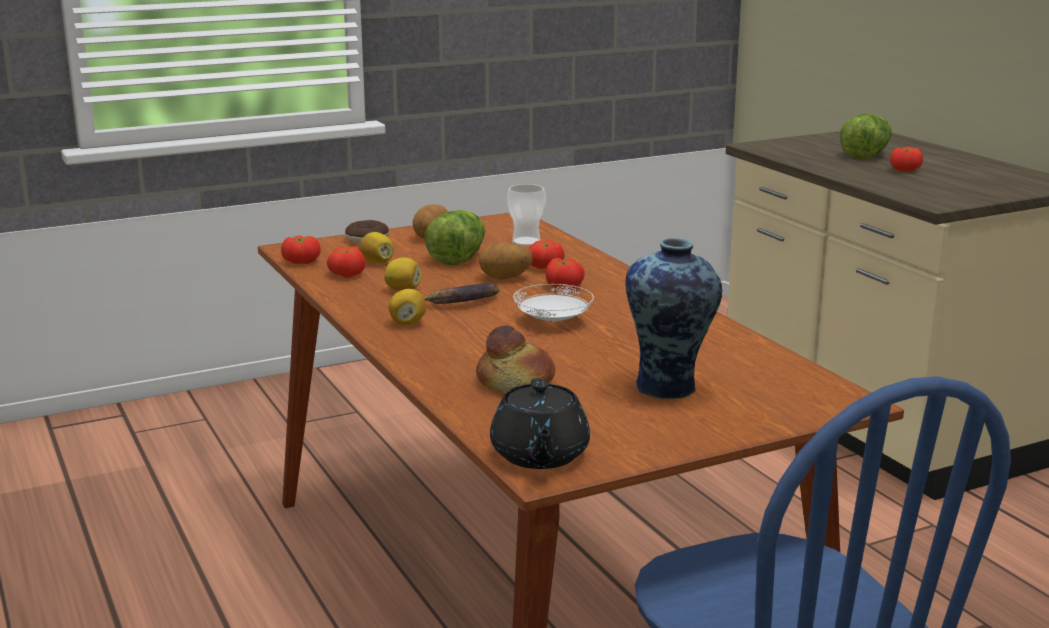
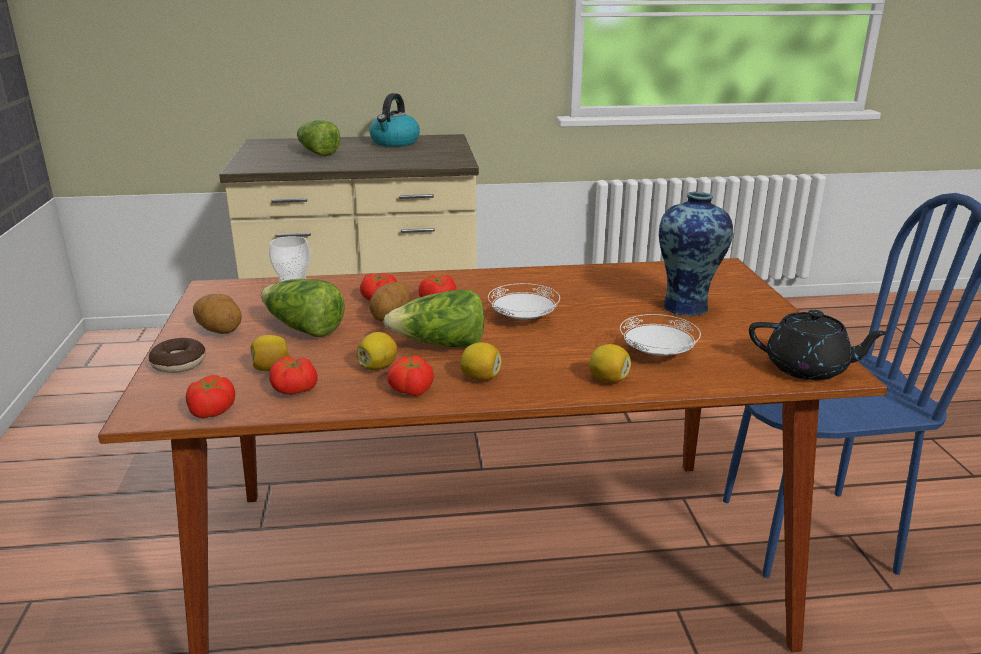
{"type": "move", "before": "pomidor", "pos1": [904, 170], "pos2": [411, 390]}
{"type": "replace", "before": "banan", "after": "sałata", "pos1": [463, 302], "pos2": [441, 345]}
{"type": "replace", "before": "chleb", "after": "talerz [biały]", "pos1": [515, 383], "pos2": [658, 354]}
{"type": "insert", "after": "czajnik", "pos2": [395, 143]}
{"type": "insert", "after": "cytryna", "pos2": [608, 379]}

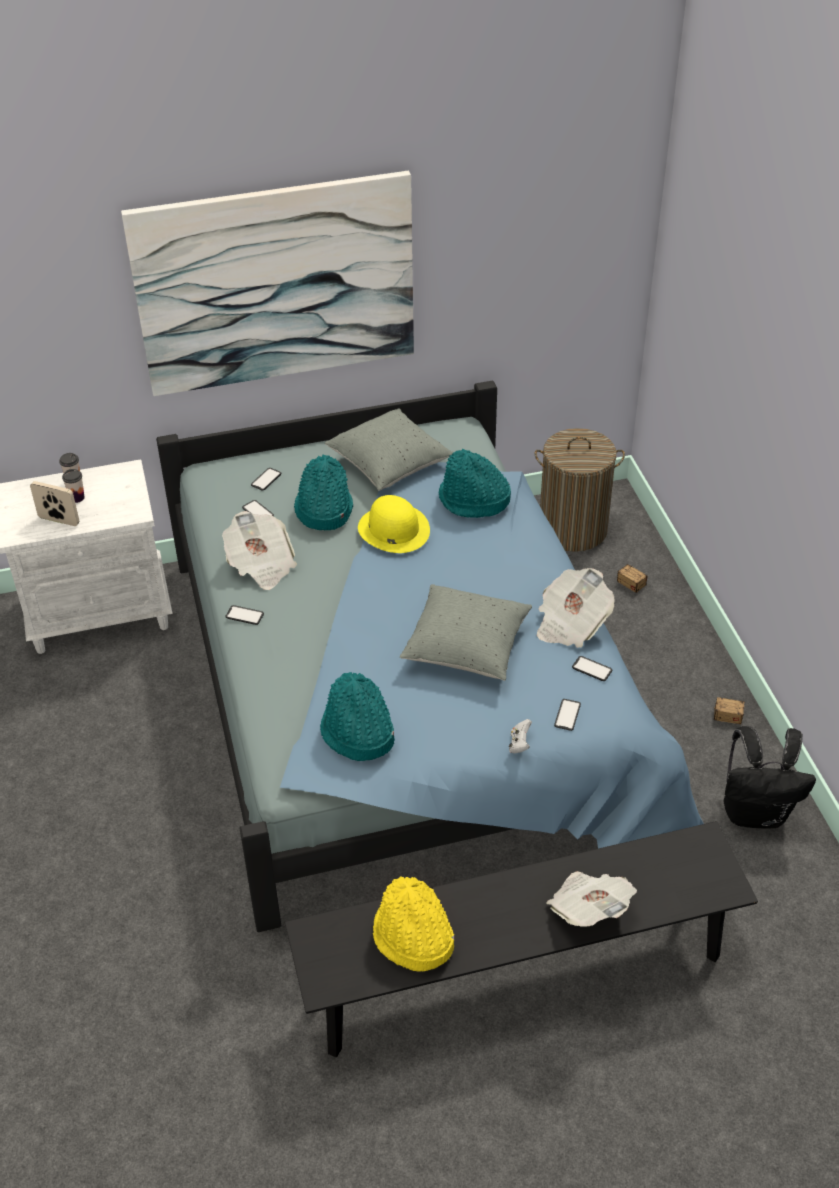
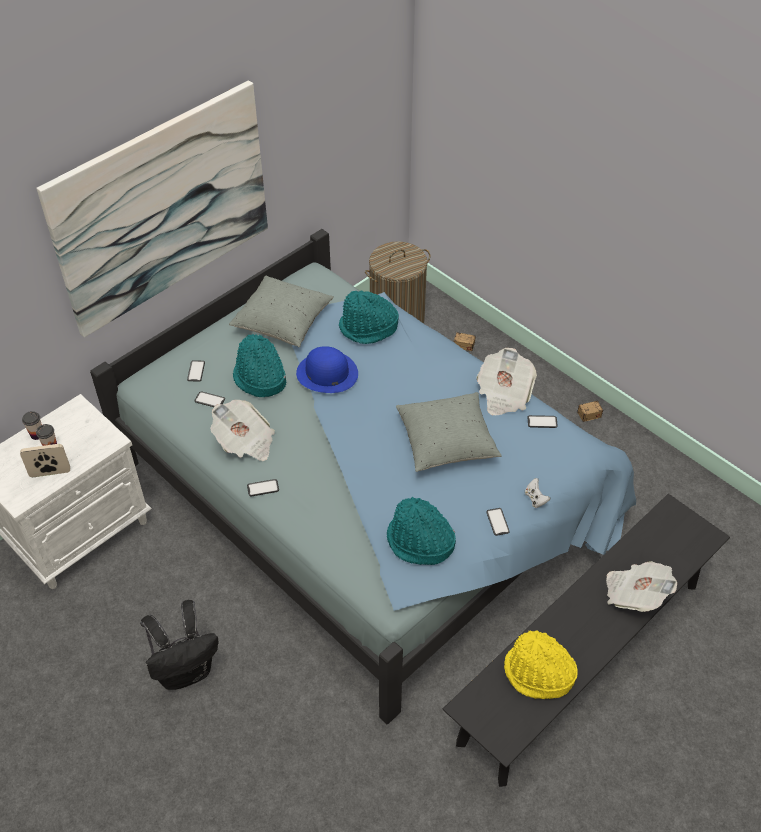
{"type": "recolor", "before": "kapelusz [żółty]", "after": "kapelusz [niebieski]", "pos1": [393, 529], "pos2": [327, 373]}
{"type": "move", "before": "telefon", "pos1": [567, 715], "pos2": [497, 522]}
{"type": "move", "before": "plecak [czarny]", "pos1": [756, 812], "pos2": [186, 670]}

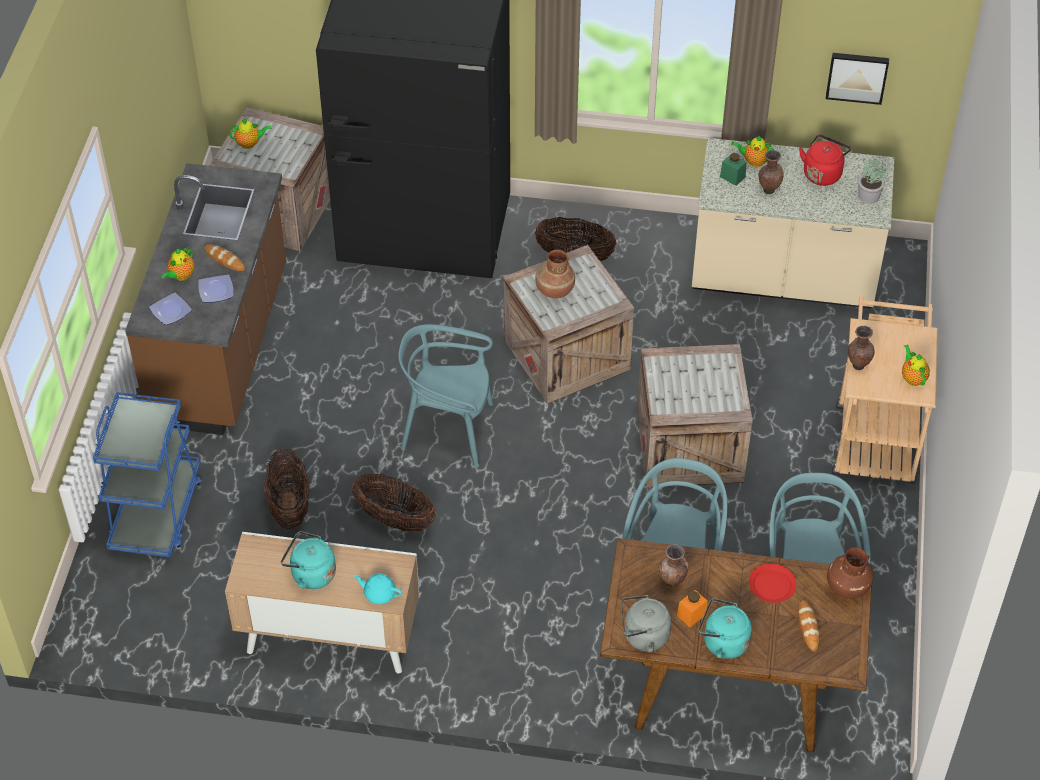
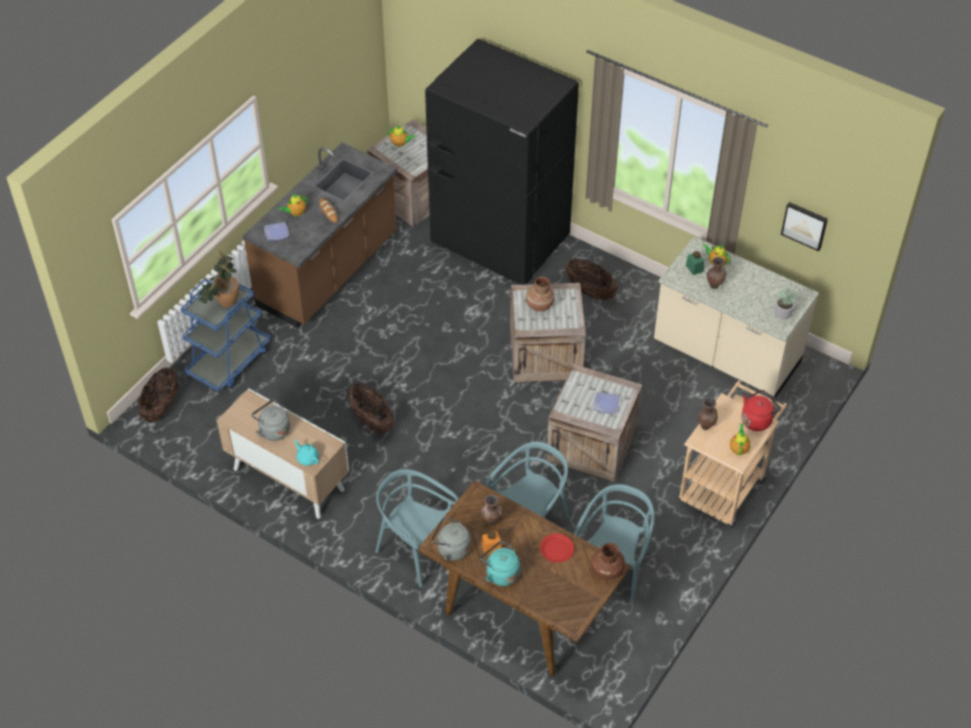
{"type": "move", "before": "czajnik [czerwony]", "pos1": [822, 173], "pos2": [757, 420]}
{"type": "move", "before": "talerz", "pos1": [215, 291], "pos2": [605, 404]}
{"type": "move", "before": "krzesło [turkusowy]", "pos1": [448, 430], "pos2": [416, 550]}
{"type": "move", "before": "koszyk", "pos1": [289, 506], "pos2": [161, 407]}
{"type": "recolor", "before": "czajnik [turkusowy]", "after": "czajnik [szary]", "pos1": [310, 574], "pos2": [273, 430]}
{"type": "delete", "before": "chleb", "pos1": [808, 627]}
{"type": "insert", "after": "roślina doniczkowa", "pos2": [224, 303]}

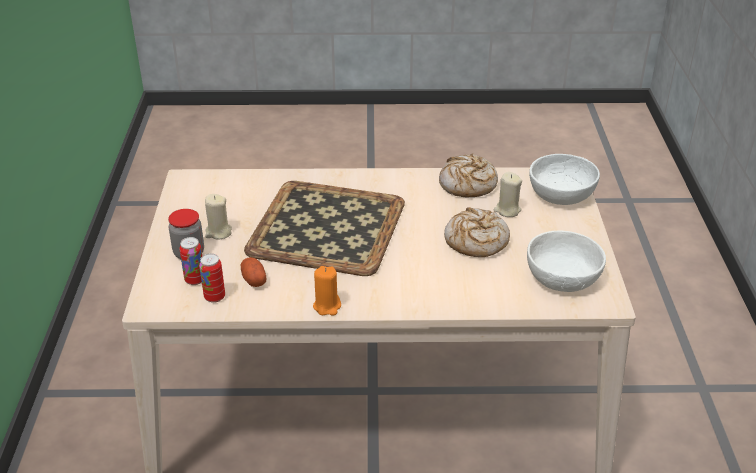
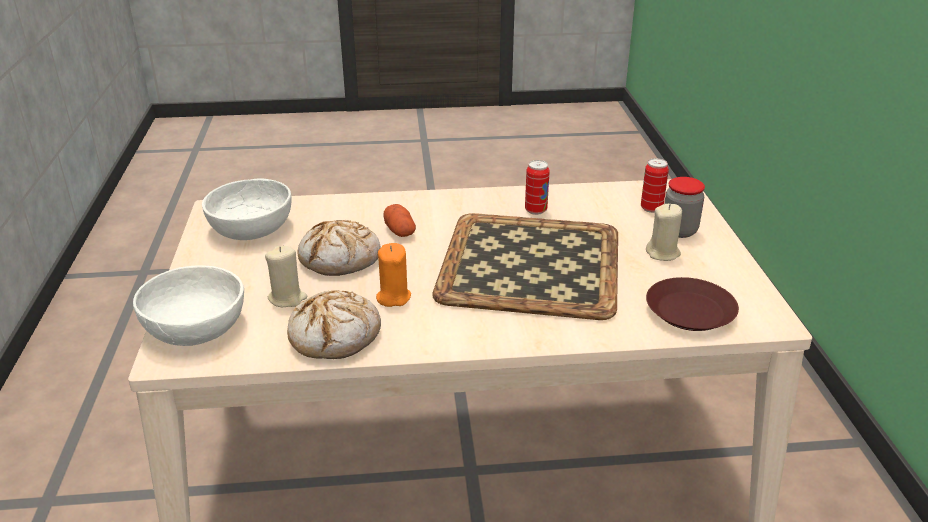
{"type": "move", "before": "puszka", "pos1": [214, 297], "pos2": [535, 210]}
{"type": "move", "before": "ziemniak", "pos1": [253, 279], "pos2": [400, 231]}
{"type": "move", "before": "świeca [pomarańczowy]", "pos1": [327, 306], "pos2": [393, 297]}
{"type": "insert", "after": "talerz [brązowy]", "pos2": [690, 311]}

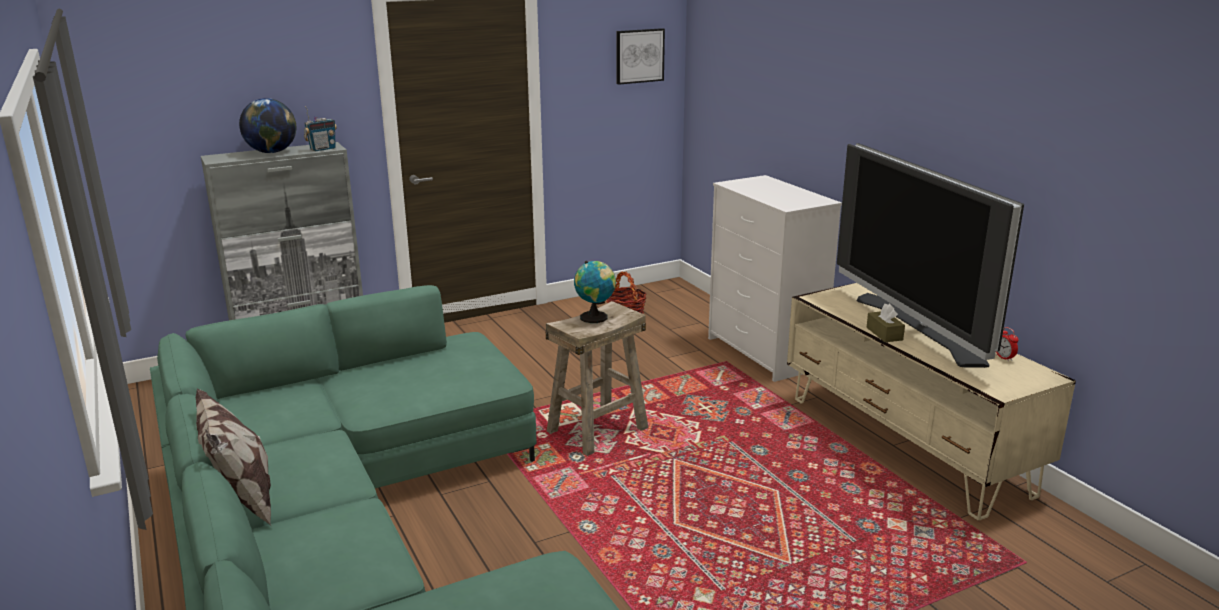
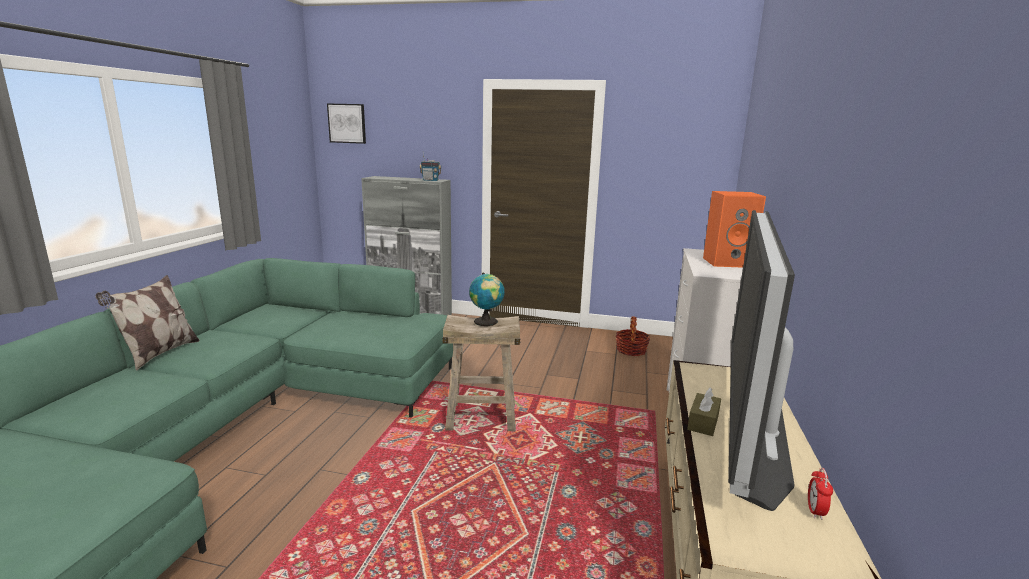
{"type": "move", "before": "obraz", "pos1": [639, 56], "pos2": [347, 123]}
{"type": "delete", "before": "globus", "pos1": [272, 152]}
{"type": "insert", "after": "głośnik [pomarańczowy]", "pos2": [728, 262]}

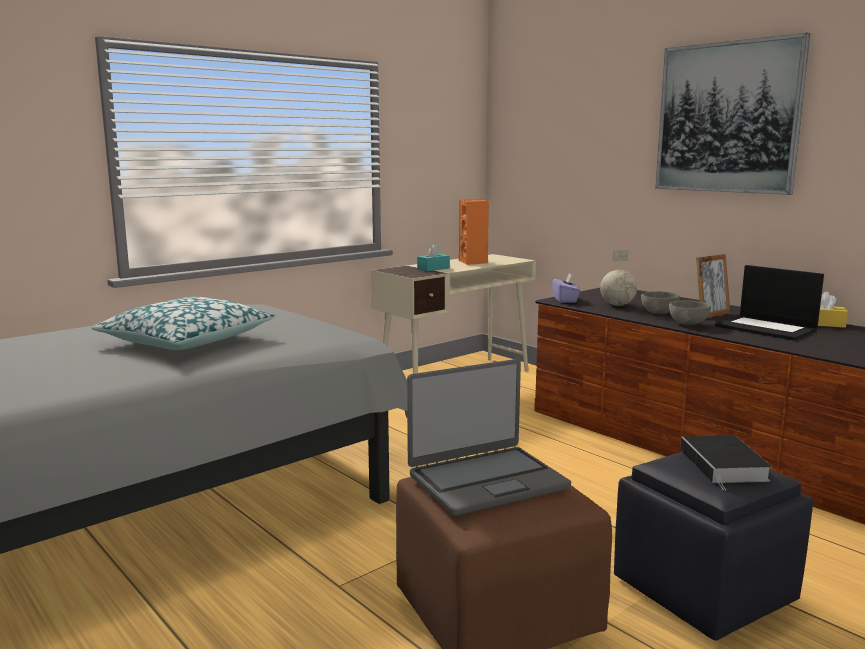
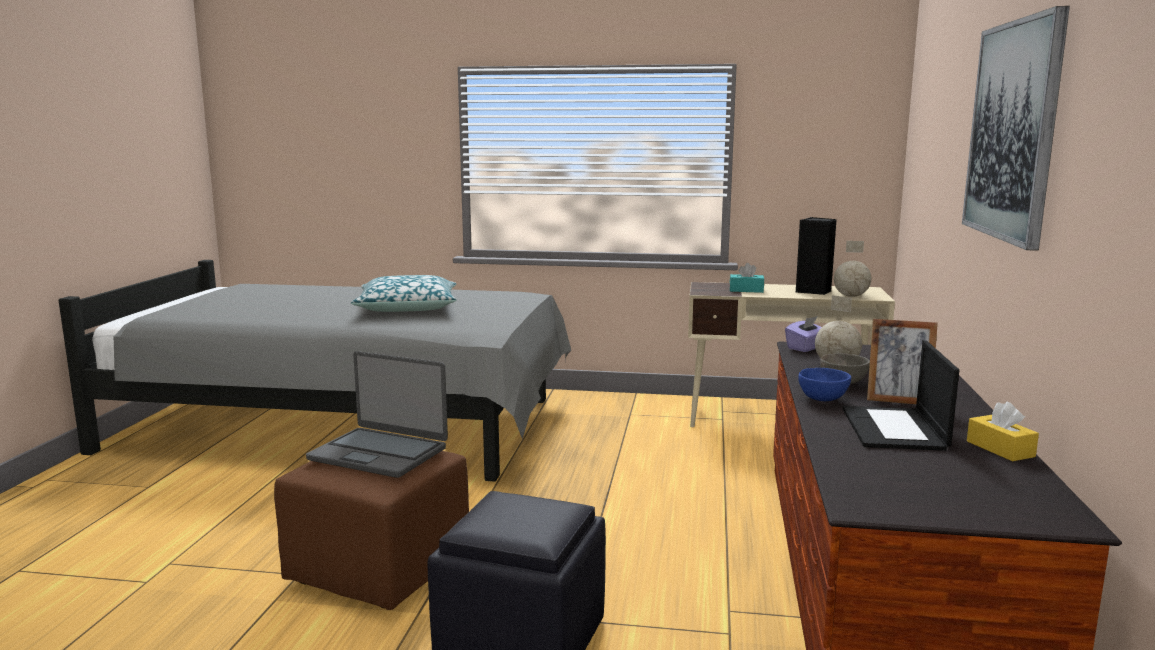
{"type": "recolor", "before": "głośnik [pomarańczowy]", "after": "głośnik [czarny]", "pos1": [473, 262], "pos2": [813, 291]}
{"type": "recolor", "before": "miska [szary]", "after": "miska [niebieski]", "pos1": [687, 324], "pos2": [822, 399]}
{"type": "delete", "before": "książka", "pos1": [725, 466]}
{"type": "insert", "after": "globus", "pos2": [850, 296]}

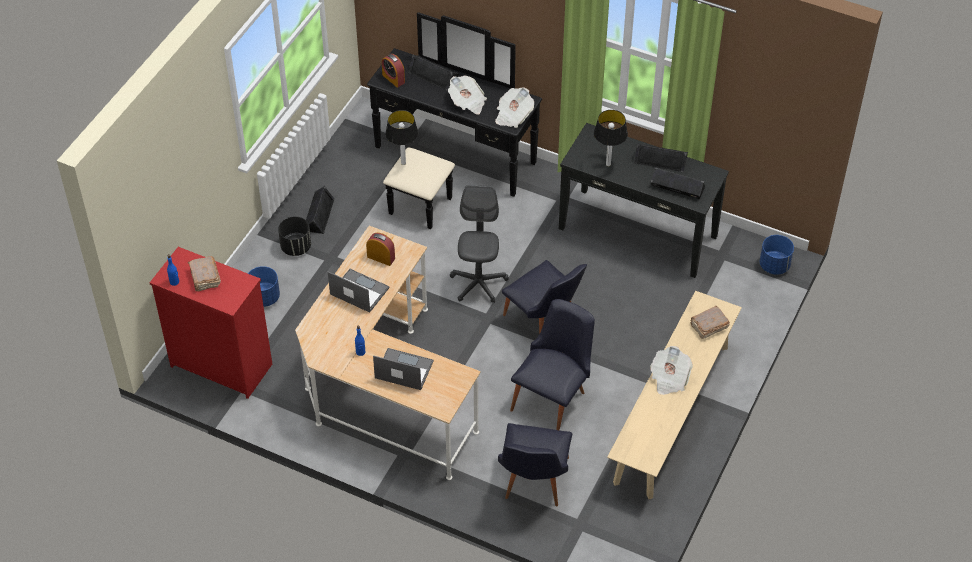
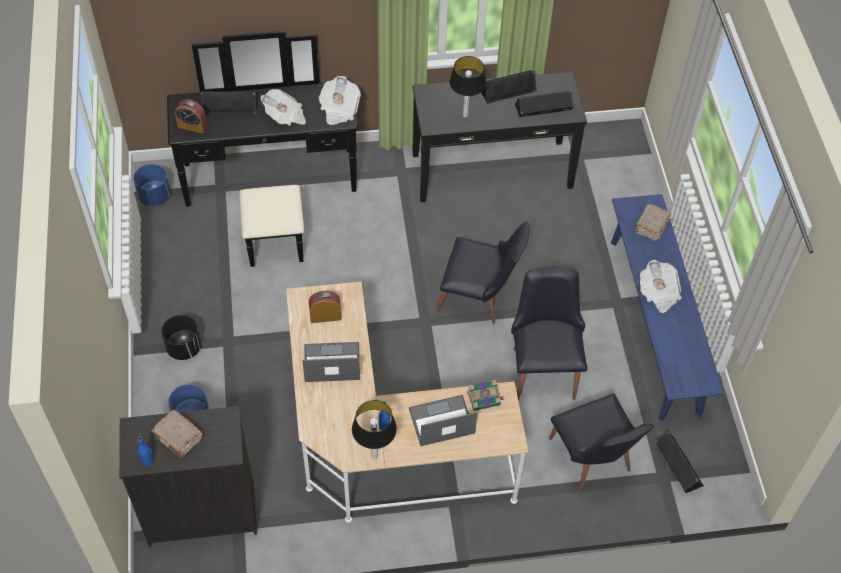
{"type": "move", "before": "lampa stołowa", "pos1": [403, 163], "pos2": [374, 456]}
{"type": "delete", "before": "krzesło biurowe [szary]", "pos1": [478, 283]}
{"type": "move", "before": "głośnik [czarny]", "pos1": [318, 214], "pos2": [677, 466]}
{"type": "move", "before": "donica [niebieski]", "pos1": [774, 265], "pos2": [154, 196]}
{"type": "recolor", "before": "komoda [czerwony]", "after": "komoda [czarny]", "pos1": [221, 364], "pos2": [200, 513]}
{"type": "recolor", "before": "ławka [beżowy]", "after": "ławka [niebieski]", "pos1": [672, 413], "pos2": [654, 324]}
{"type": "insert", "after": "książka", "pos2": [484, 398]}

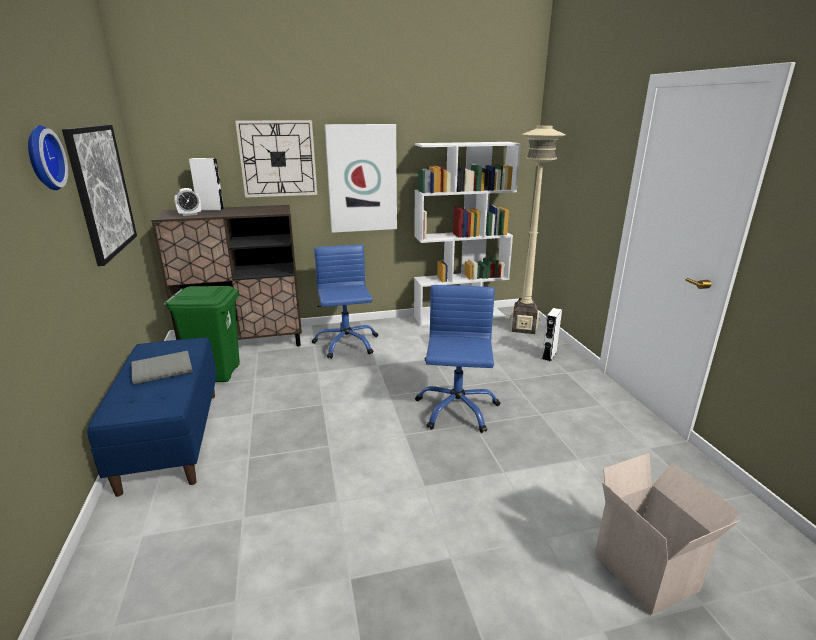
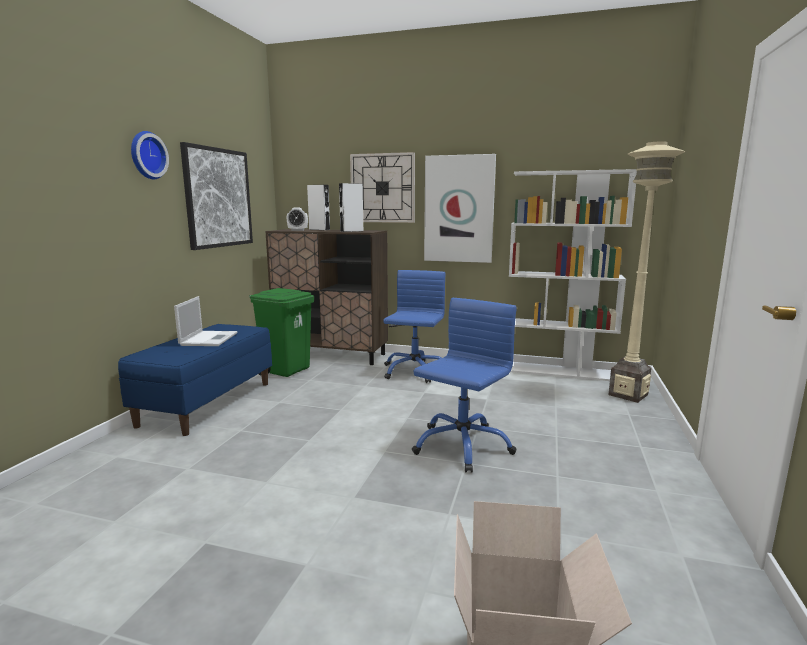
{"type": "move", "before": "głośnik [biały]", "pos1": [549, 355], "pos2": [351, 231]}
{"type": "replace", "before": "książka [szary]", "after": "laptop", "pos1": [162, 369], "pos2": [209, 339]}

